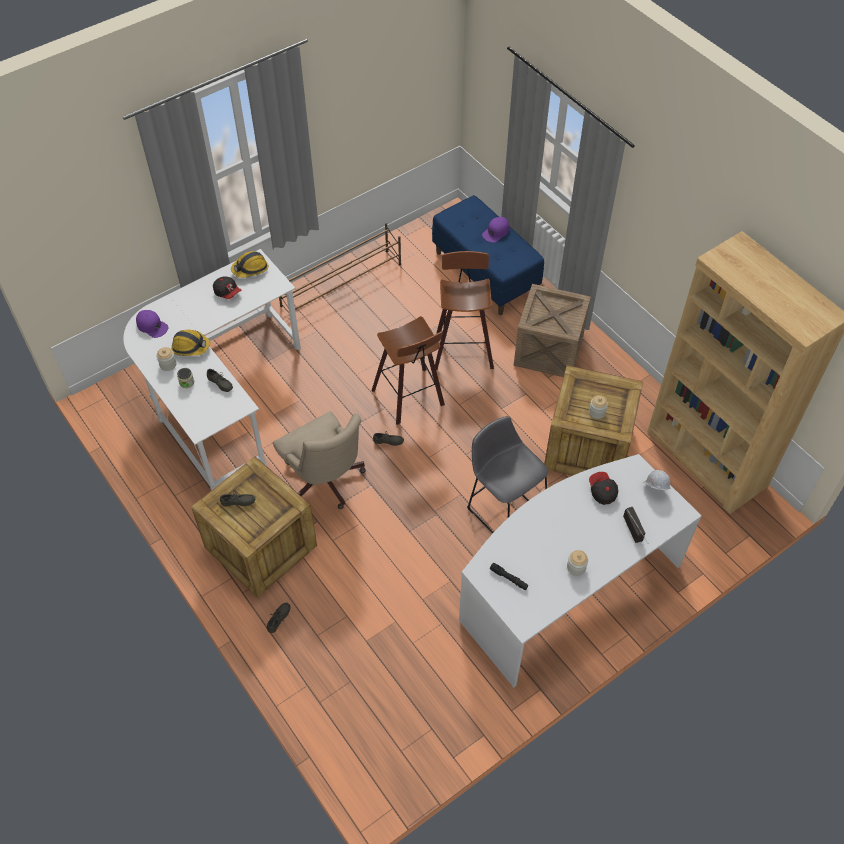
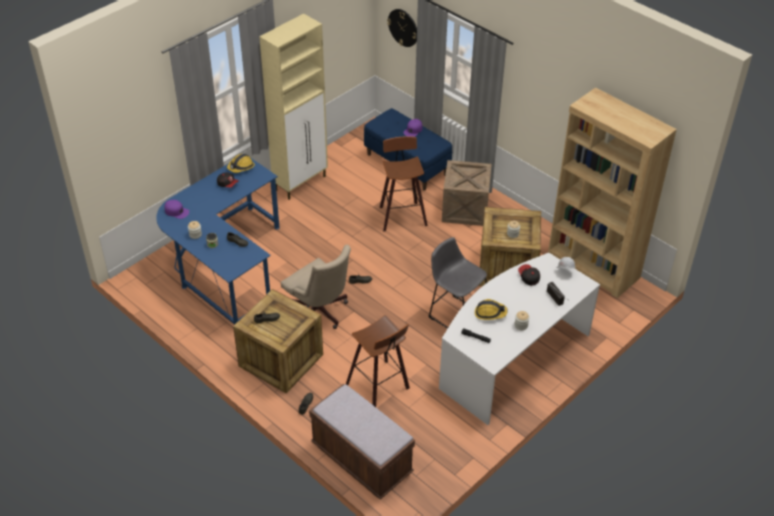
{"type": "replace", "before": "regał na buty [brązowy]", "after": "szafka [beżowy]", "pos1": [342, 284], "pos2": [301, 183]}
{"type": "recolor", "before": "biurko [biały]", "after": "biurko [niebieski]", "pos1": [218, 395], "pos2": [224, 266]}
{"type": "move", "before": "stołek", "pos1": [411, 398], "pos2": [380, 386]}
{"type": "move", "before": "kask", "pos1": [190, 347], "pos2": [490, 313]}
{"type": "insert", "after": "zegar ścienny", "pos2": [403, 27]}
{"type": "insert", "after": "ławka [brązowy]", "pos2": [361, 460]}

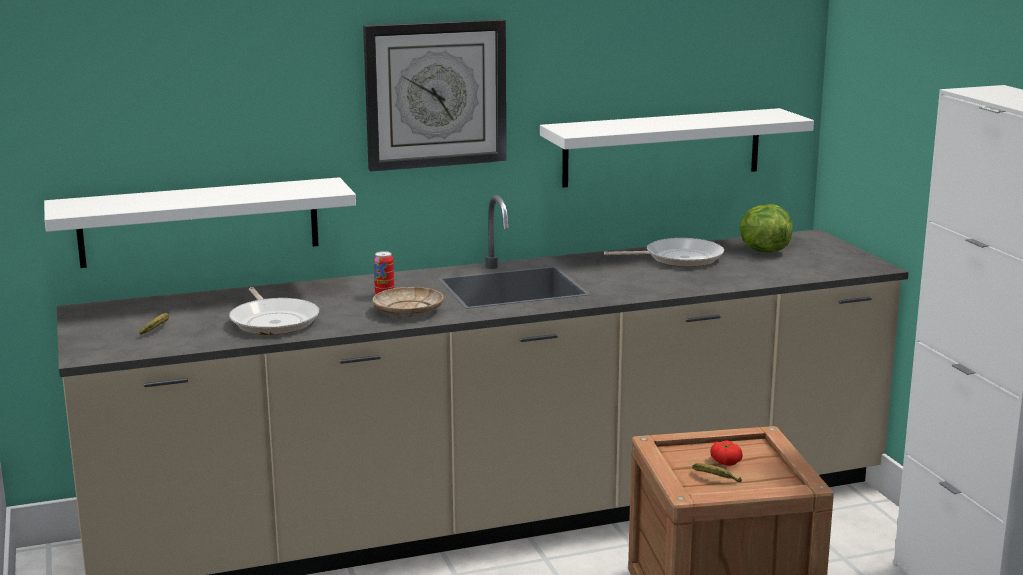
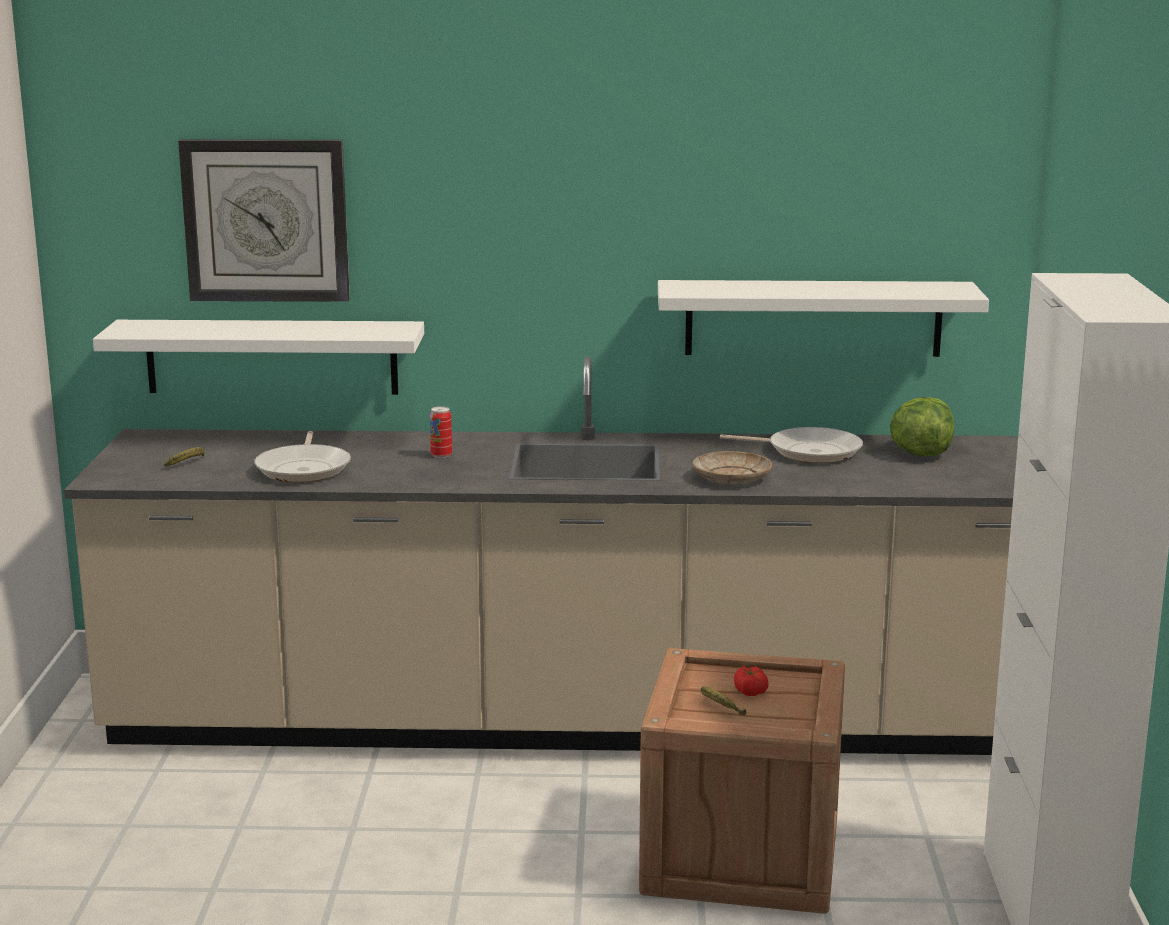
{"type": "move", "before": "zegar ścienny", "pos1": [435, 94], "pos2": [266, 220]}
{"type": "move", "before": "talerz [beżowy]", "pos1": [408, 311], "pos2": [731, 478]}

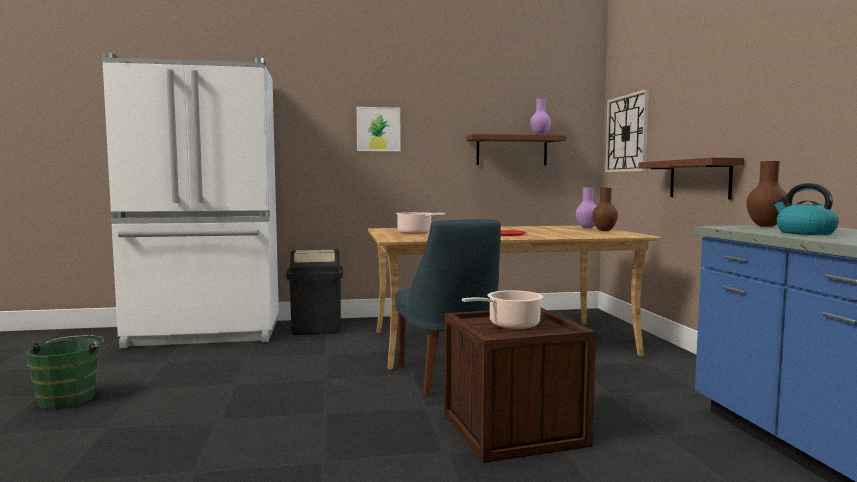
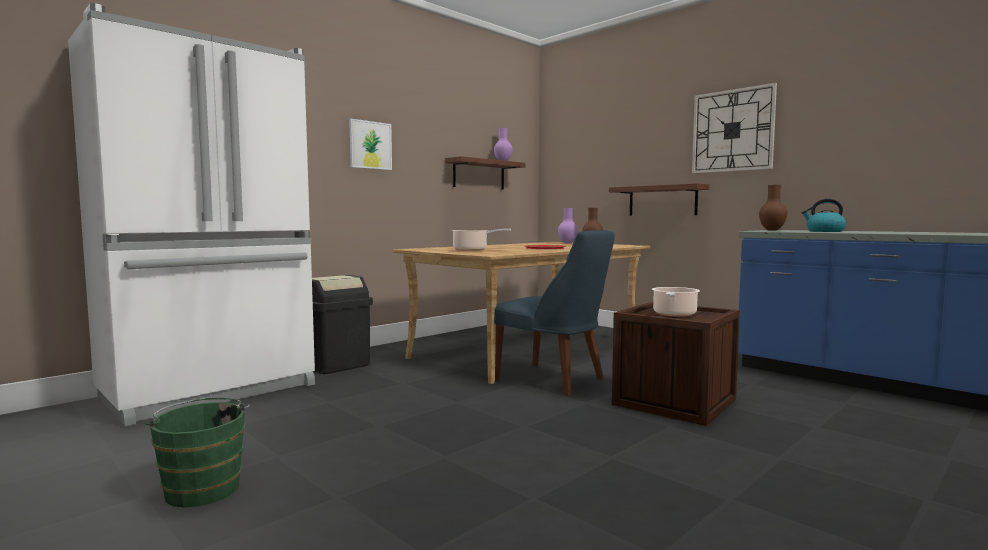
{"type": "move", "before": "zegar ścienny", "pos1": [627, 133], "pos2": [732, 130]}

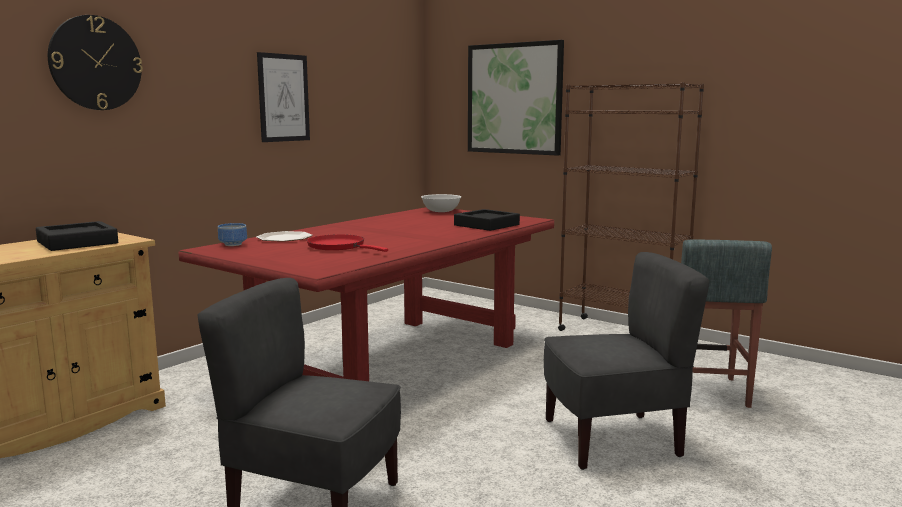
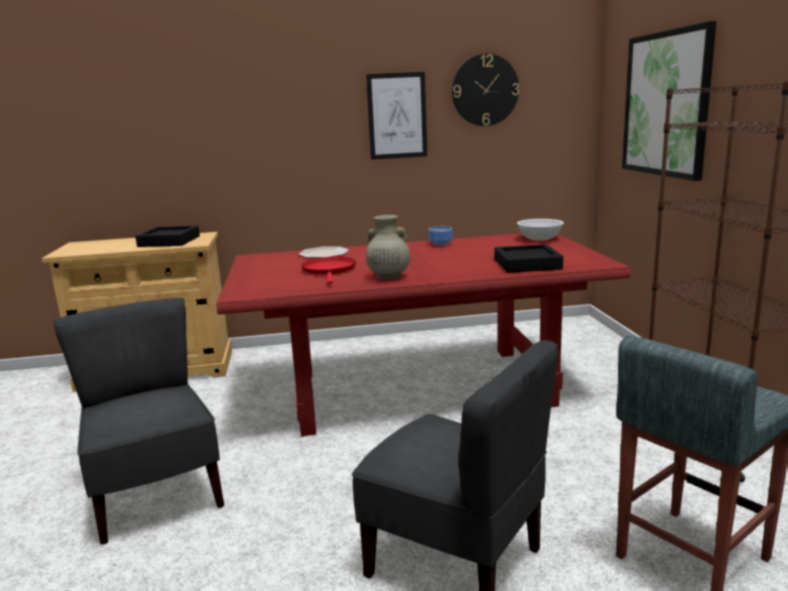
{"type": "move", "before": "zegar ścienny", "pos1": [95, 63], "pos2": [485, 90]}
{"type": "move", "before": "miska", "pos1": [233, 244], "pos2": [440, 244]}
{"type": "insert", "after": "wazon [beżowy]", "pos2": [388, 277]}

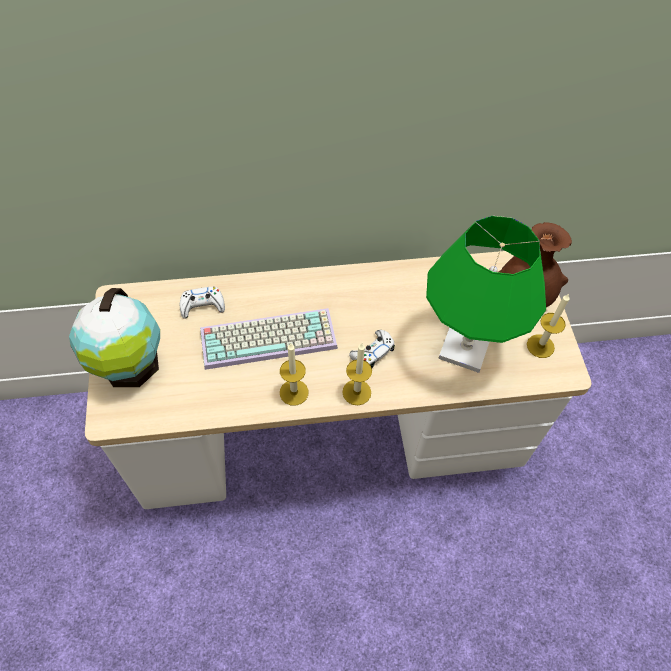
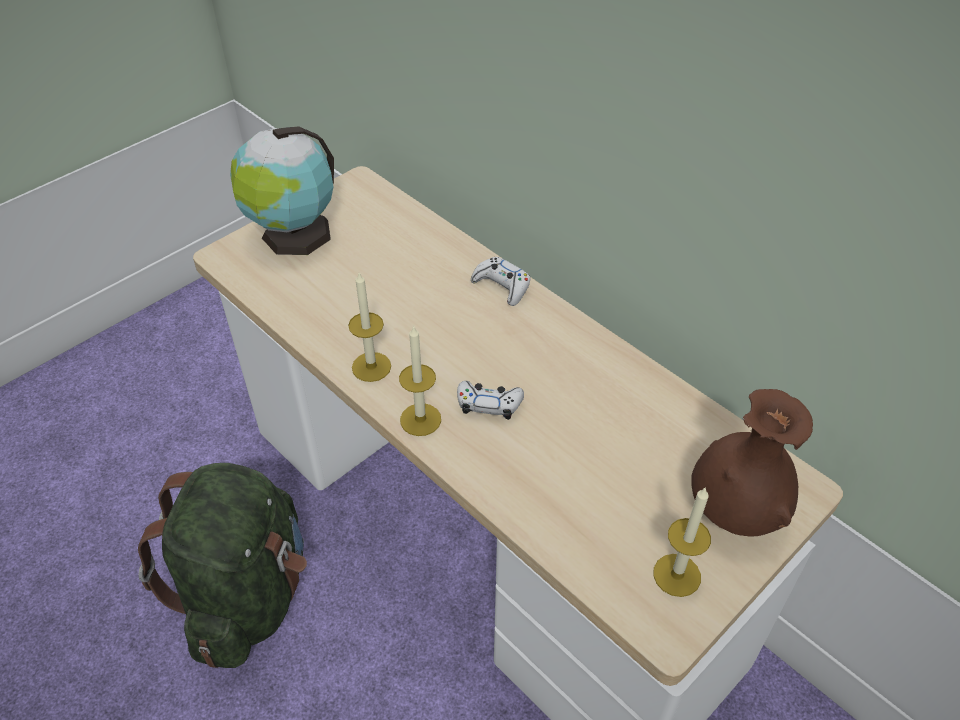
{"type": "delete", "before": "lampa stołowa [zielony]", "pos1": [465, 348]}
{"type": "move", "before": "pad do gier [biały]", "pos1": [202, 305], "pos2": [502, 286]}
{"type": "delete", "before": "klawiatura", "pos1": [270, 337]}
{"type": "insert", "after": "plecak [zielony]", "pos2": [248, 595]}

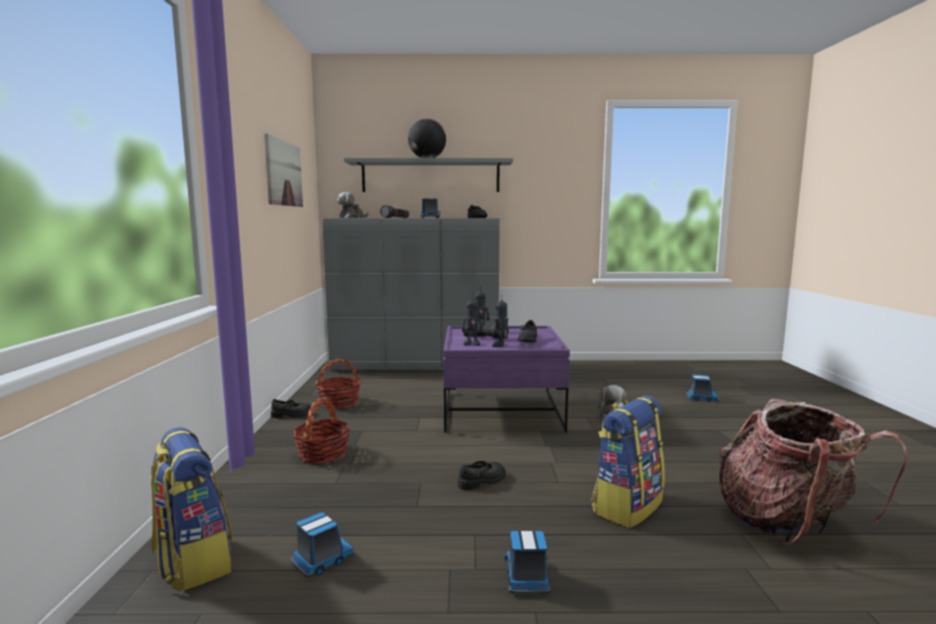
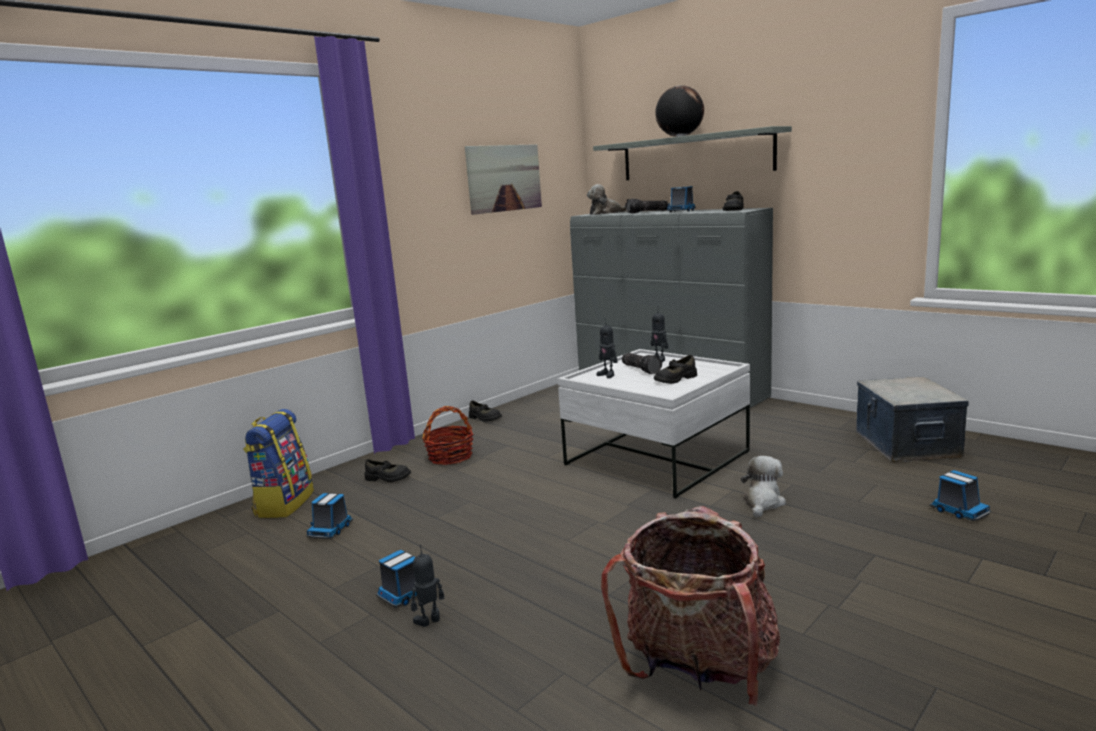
{"type": "move", "before": "robot zabawkowy", "pos1": [500, 345], "pos2": [429, 621]}
{"type": "recolor", "before": "ława [fioletowy]", "after": "ława [biały]", "pos1": [501, 411], "pos2": [657, 458]}
{"type": "delete", "before": "koszyk", "pos1": [339, 402]}
{"type": "delete", "before": "plecak", "pos1": [626, 506]}
{"type": "move", "before": "but [czarny]", "pos1": [482, 481], "pos2": [387, 478]}
{"type": "rotate", "before": "ciężarówka zabawkowa", "pos1": [322, 561], "pos2": [331, 530], "turn": 105}
{"type": "insert", "after": "pojemnik do przechowywania", "pos2": [905, 445]}

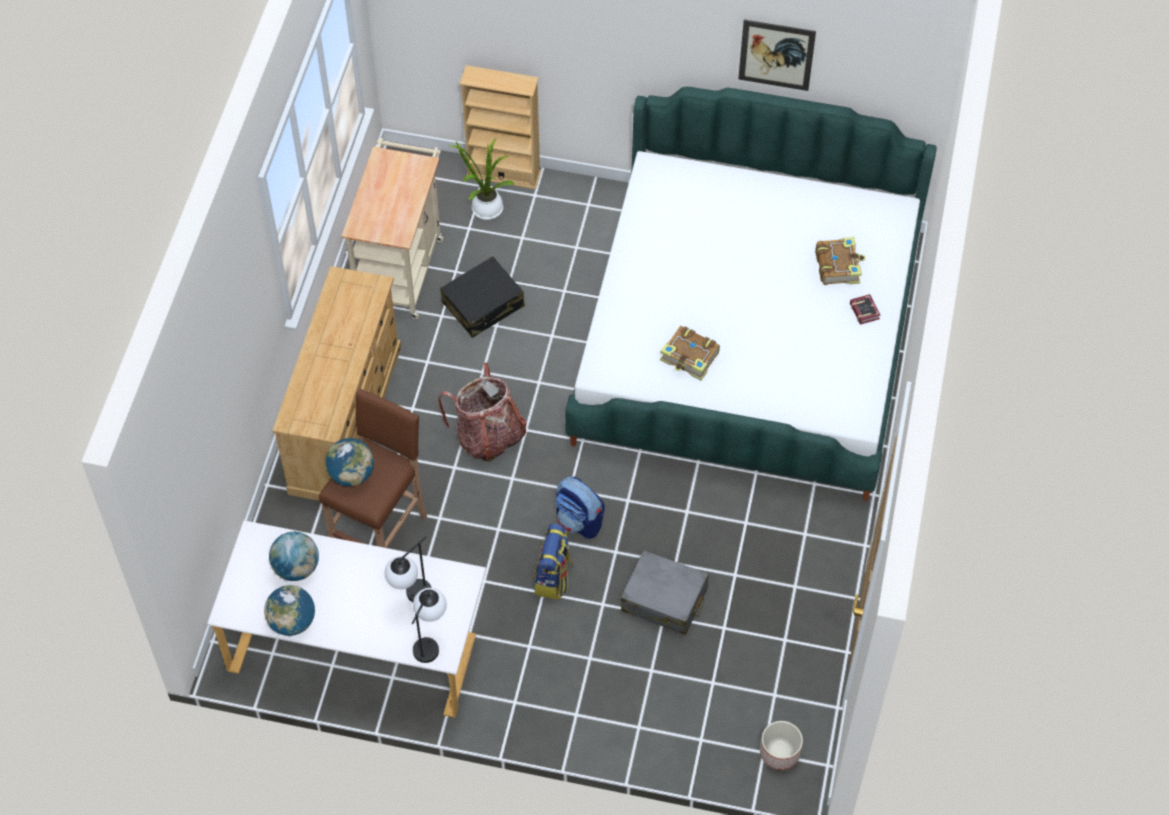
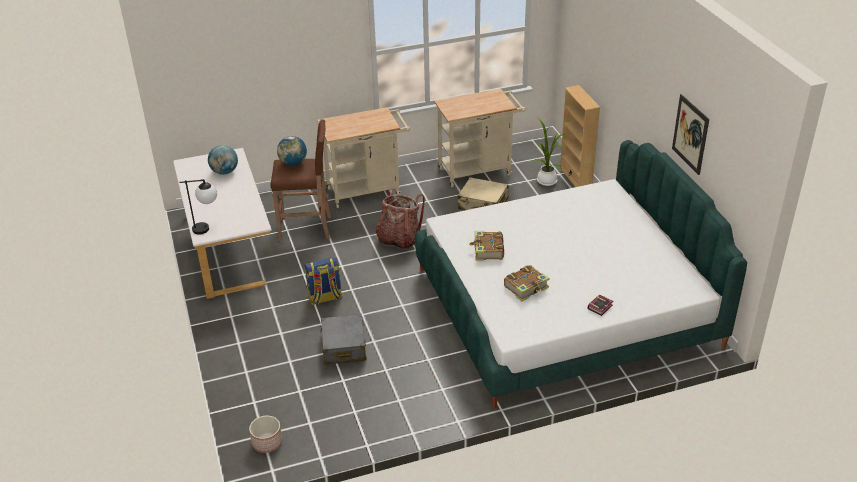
{"type": "move", "before": "książka", "pos1": [838, 266], "pos2": [526, 287]}
{"type": "recolor", "before": "walizka [czarny]", "after": "walizka [beżowy]", "pos1": [483, 305], "pos2": [483, 204]}
{"type": "replace", "before": "komoda [beżowy]", "after": "wózek [beżowy]", "pos1": [345, 418], "pos2": [368, 190]}
{"type": "delete", "before": "plecak", "pos1": [579, 521]}
{"type": "delete", "before": "lampa stołowa", "pos1": [411, 599]}
{"type": "delete", "before": "globus", "pos1": [292, 622]}

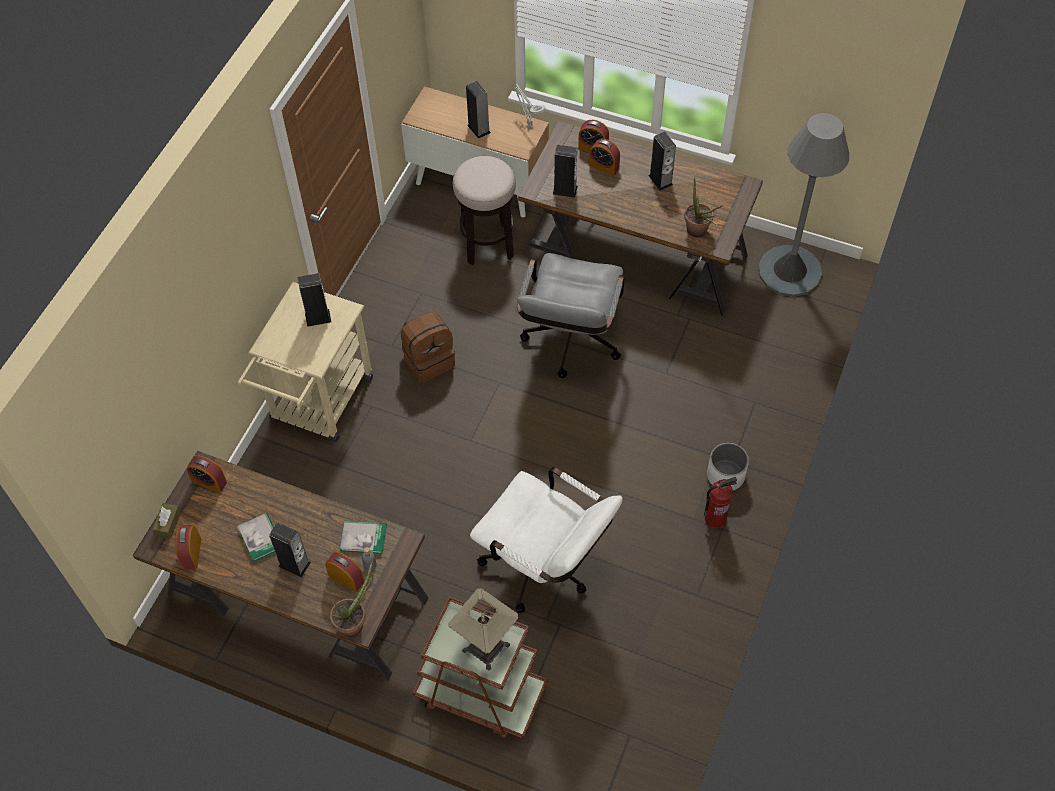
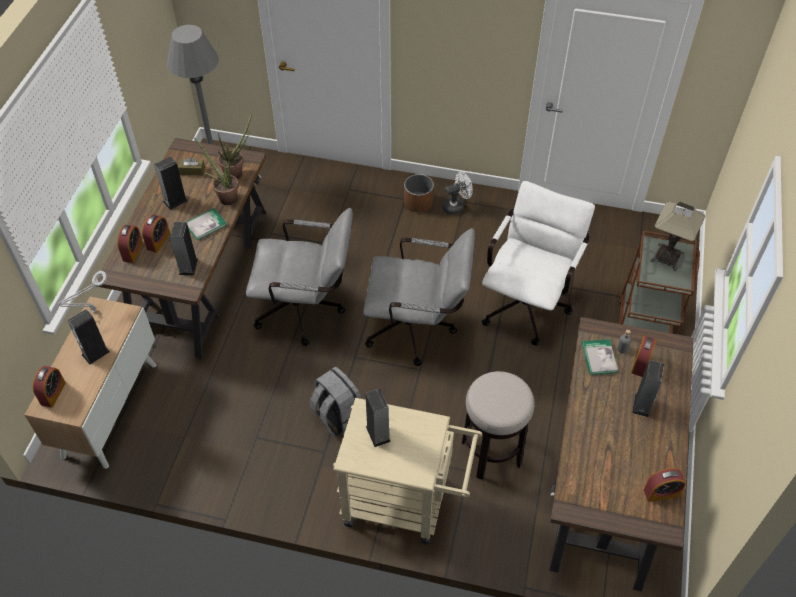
{"type": "move", "before": "stołek", "pos1": [488, 244], "pos2": [491, 453]}
{"type": "recolor", "before": "plecak [brązowy]", "after": "plecak [szary]", "pos1": [429, 360], "pos2": [338, 416]}
{"type": "recolor", "before": "donica [biały]", "after": "donica [brązowy]", "pos1": [726, 476], "pos2": [418, 202]}
{"type": "move", "before": "budzik", "pos1": [209, 482], "pos2": [53, 393]}
{"type": "replace", "before": "gaśnica", "after": "wentylator [biały]", "pos1": [715, 518], "pos2": [456, 206]}
{"type": "move", "before": "pudełko chusteczek [brązowy]", "pos1": [168, 523], "pos2": [192, 170]}
{"type": "move", "before": "książka", "pos1": [260, 538], "pos2": [205, 225]}
{"type": "move", "before": "roślina doniczkowa", "pos1": [355, 622], "pos2": [225, 197]}
{"type": "insert", "after": "krzesło biurowe [szary]", "pos2": [417, 329]}

